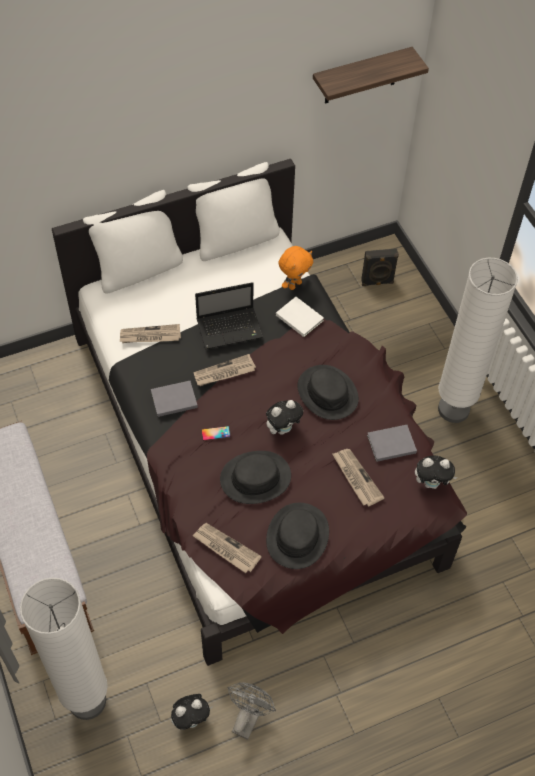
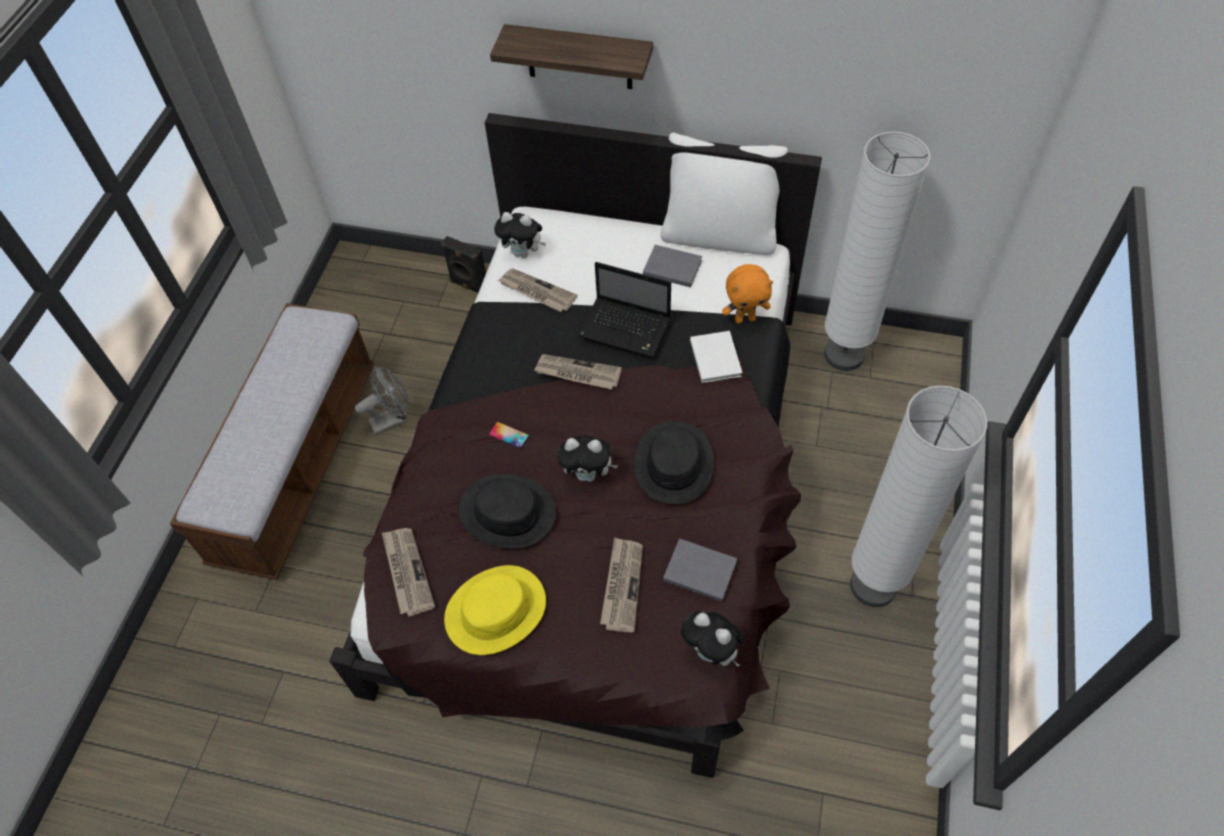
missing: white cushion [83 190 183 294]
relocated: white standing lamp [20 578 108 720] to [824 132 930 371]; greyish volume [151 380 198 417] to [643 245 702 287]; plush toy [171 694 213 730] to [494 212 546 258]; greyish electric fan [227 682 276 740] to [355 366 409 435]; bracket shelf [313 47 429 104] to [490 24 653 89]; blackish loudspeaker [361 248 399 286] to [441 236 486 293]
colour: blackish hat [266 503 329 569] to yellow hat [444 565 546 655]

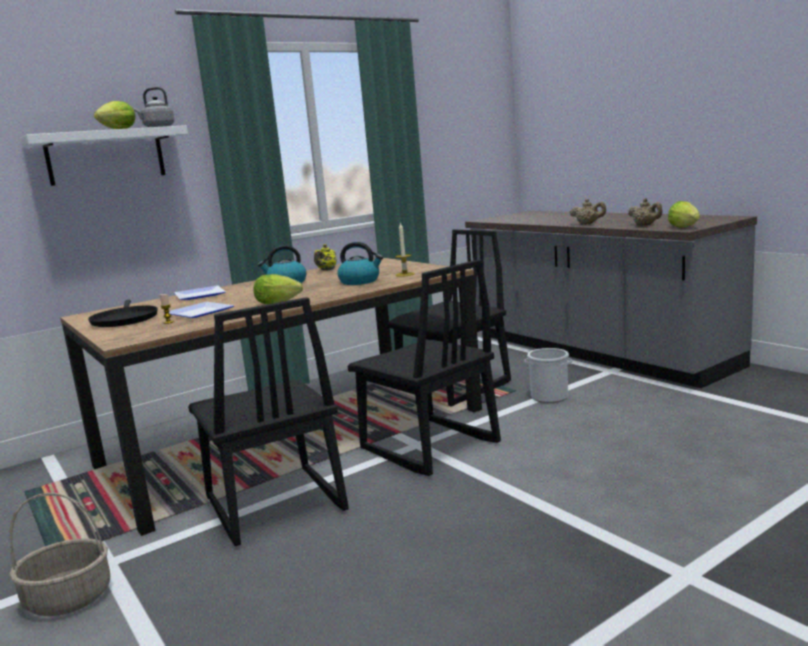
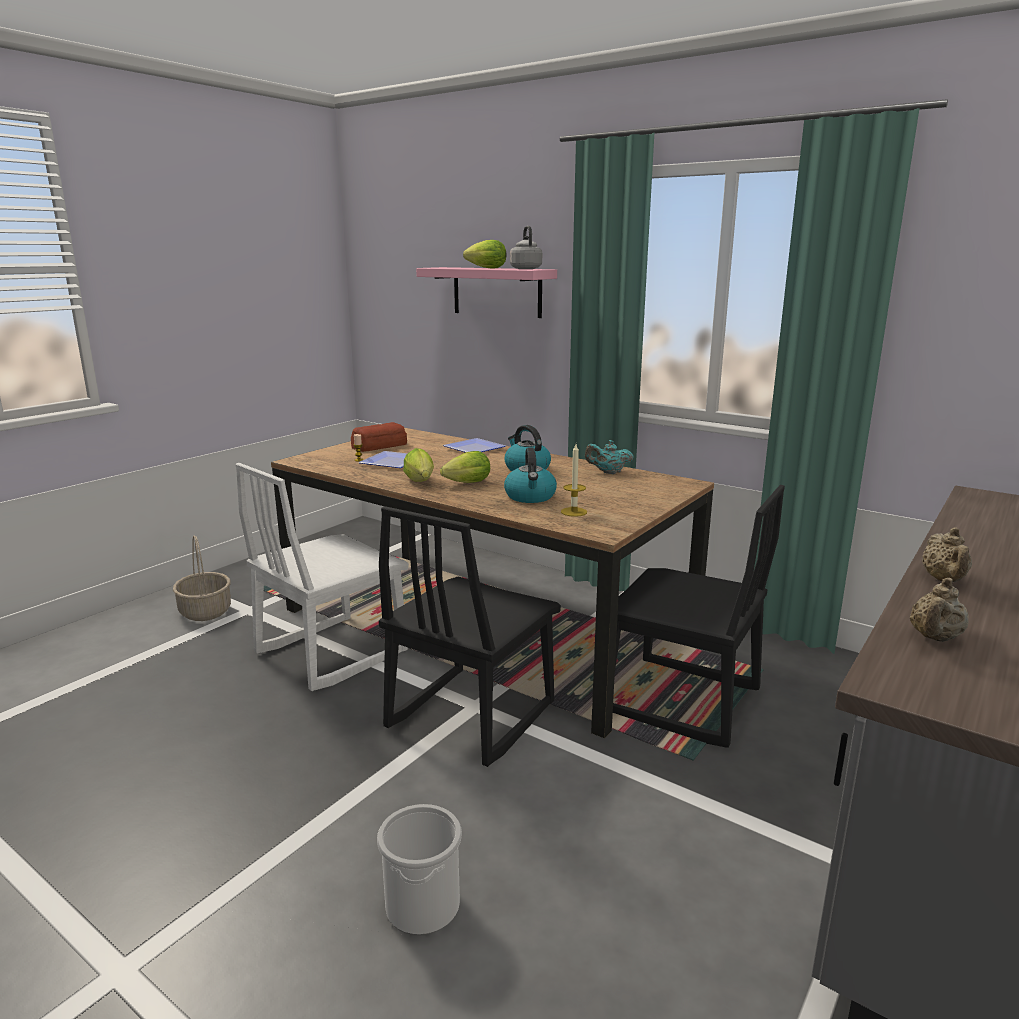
relocated: pail [524 348 572 403] to [377 804 462 935]; lettuce head [668 201 700 228] to [440 451 490 483]
exchanged: blackish skillet [88 300 158 327] to baked bread [351 422 407 452]
colour: white bracket shelf [21 125 188 186] to pink bracket shelf [416 267 557 318]; blackish chair [188 297 349 546] to white chair [235 463 409 691]; yellow pot for tea [314 244 337 270] to blue-green pot for tea [585 440 634 474]

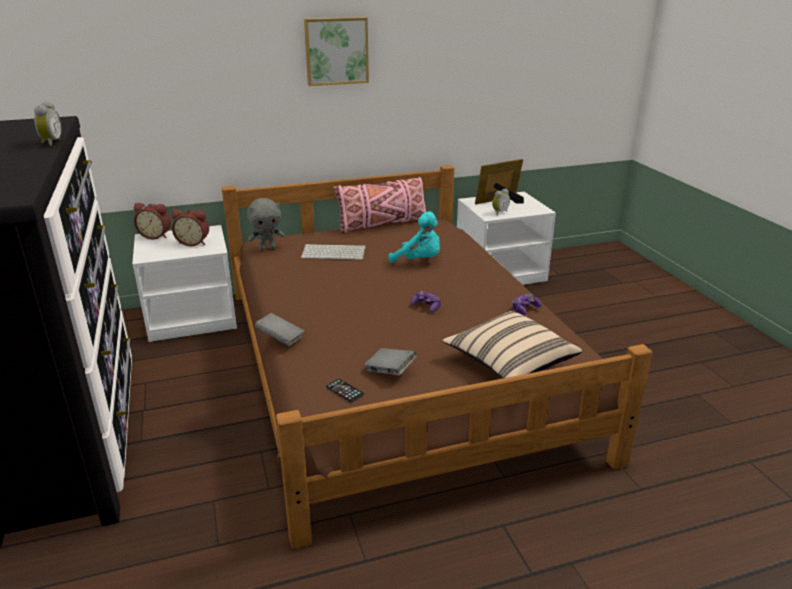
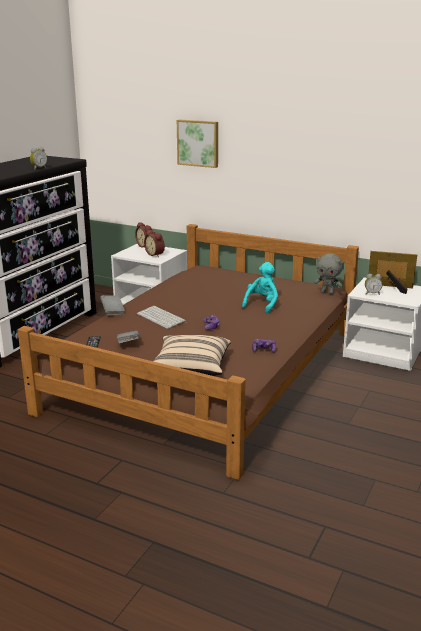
missing: pink cushion [333 177 426 233]
relocated: greyish plush toy [247 198 285 251] to [314 253 343 294]; keyboard [301 244 366 260] to [137 306 187 329]; picture [304 17 369 86] to [177 120 218 168]
spun: blue-green plush toy [388 211 440 263] = [242 262 278 313] 135 degrees counterclockwise

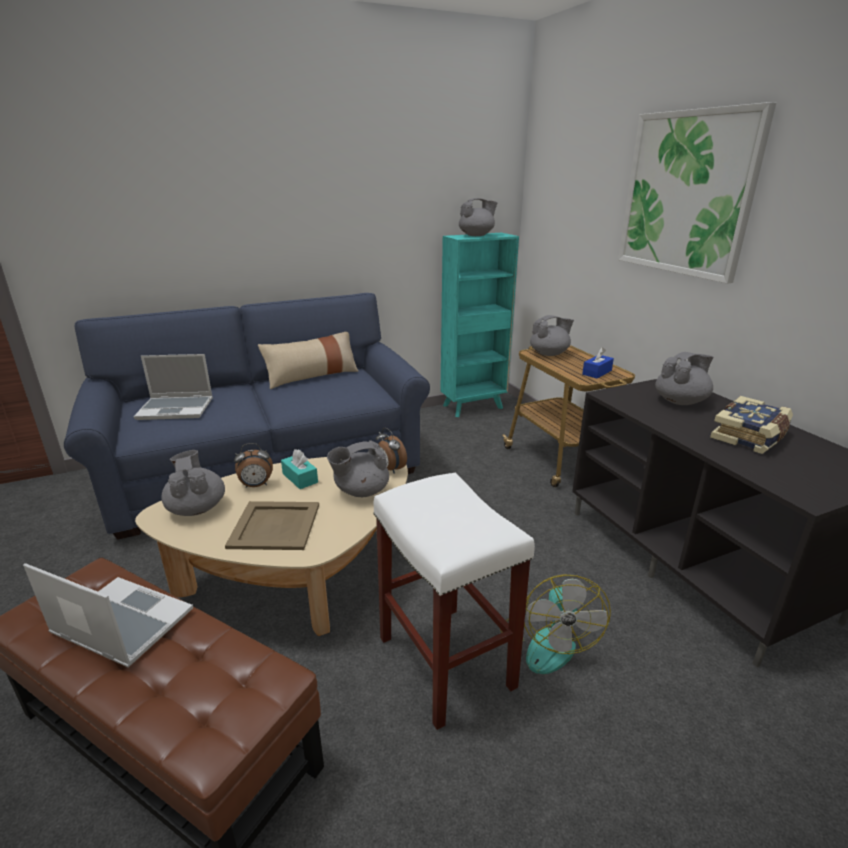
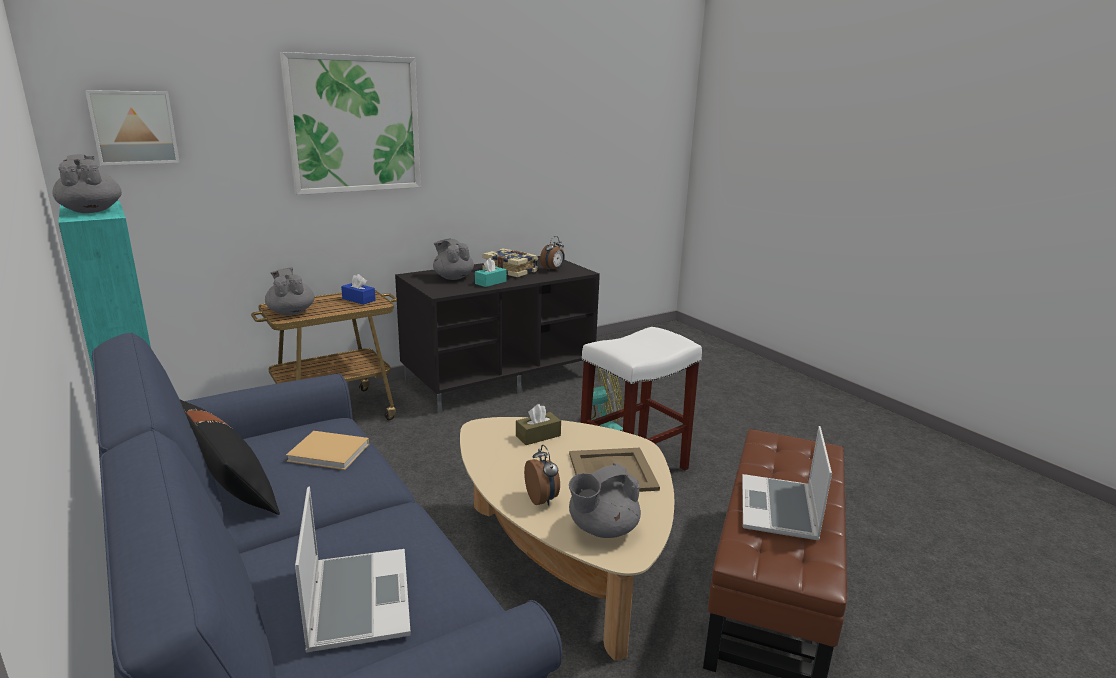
appeared: picture [85 90 180 165]; beige-coloured volume [286 431 369 470]
relocated: blue-green tissue box [281 449 318 489] to [475 258 507 287]; bedside clock [376 428 407 474] to [540 236 565 271]
exchanged: greyish pot for tea [327 440 389 497] to brown-coloured tissue box [516 404 561 445]
colour: beige-coloured cushion [258 332 359 389] to blackish cushion [179 399 280 515]

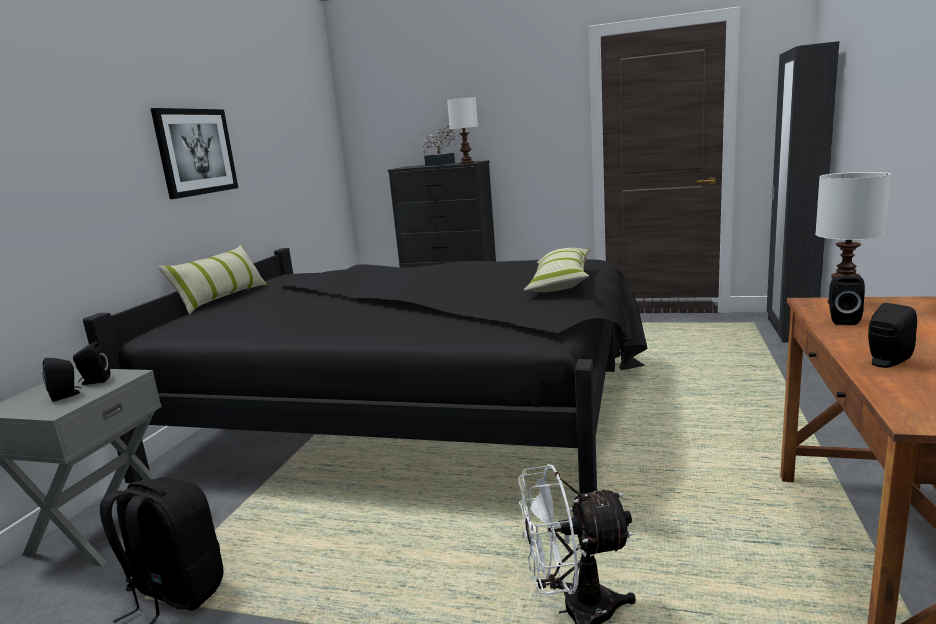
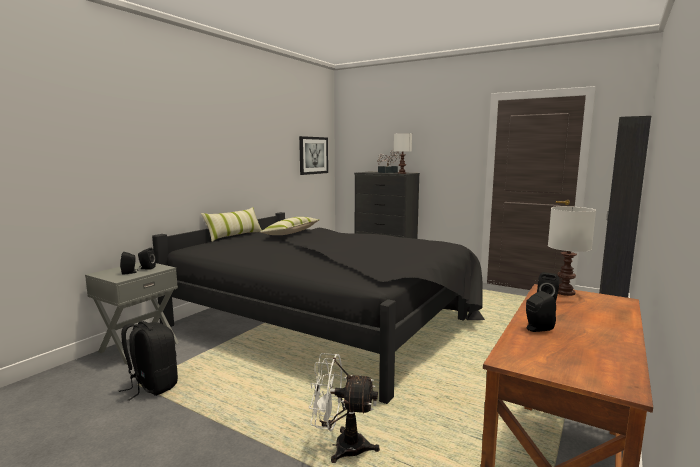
relocated: picture [150 108 238 199] to [299 136 328 175]; cushion [524 248 590 292] to [260 217 319 235]

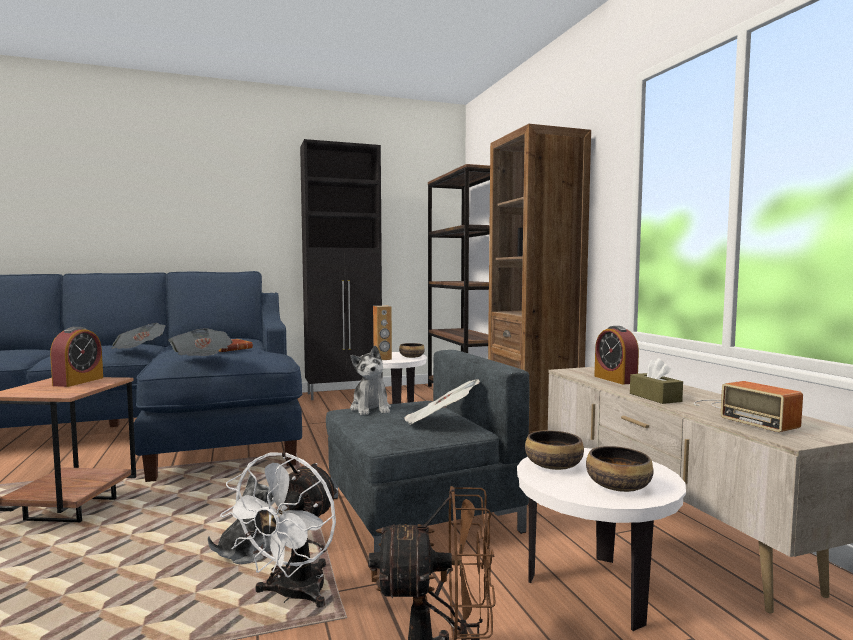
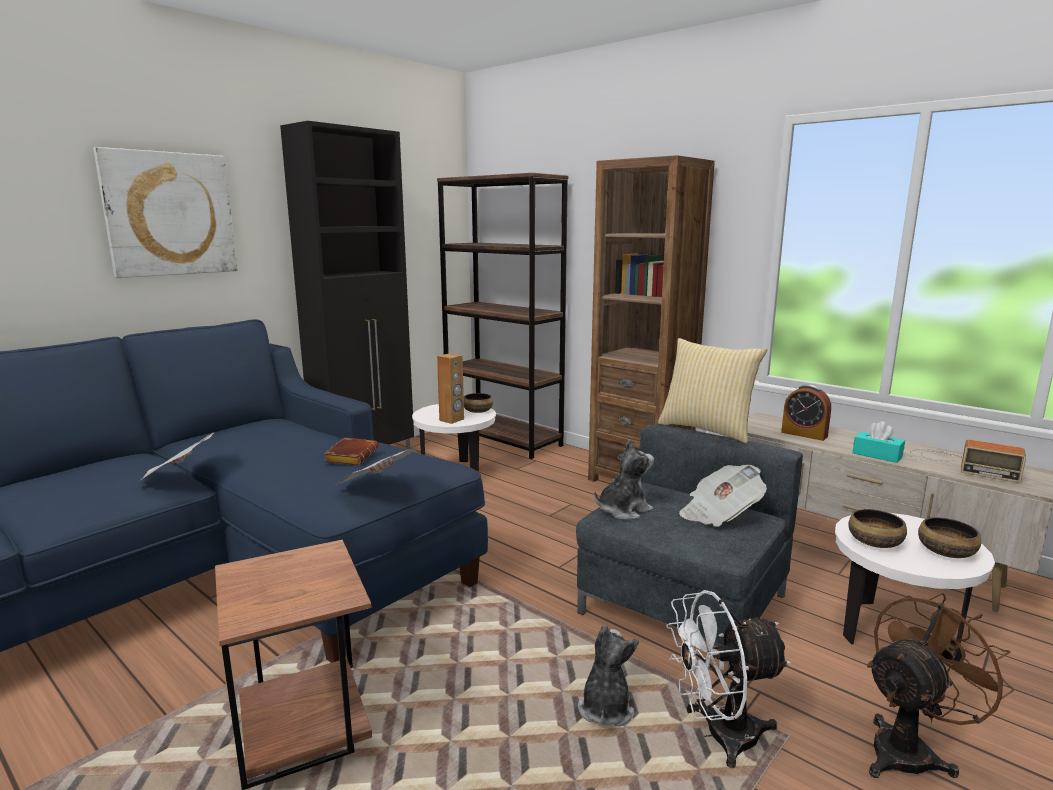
missing: bedside clock [50 327 103 387]
appeared: picture [93 147 237 278]; cushion [658 338 767 443]
colour: brown-coloured tissue box [630 358 683 404] to blue-green tissue box [853 421 905 463]
spun: white electric fan [220 452 338 607] = [666 590 791 768] 90 degrees clockwise; plush toy [350 345 391 415] = [594 439 654 520] 75 degrees counterclockwise

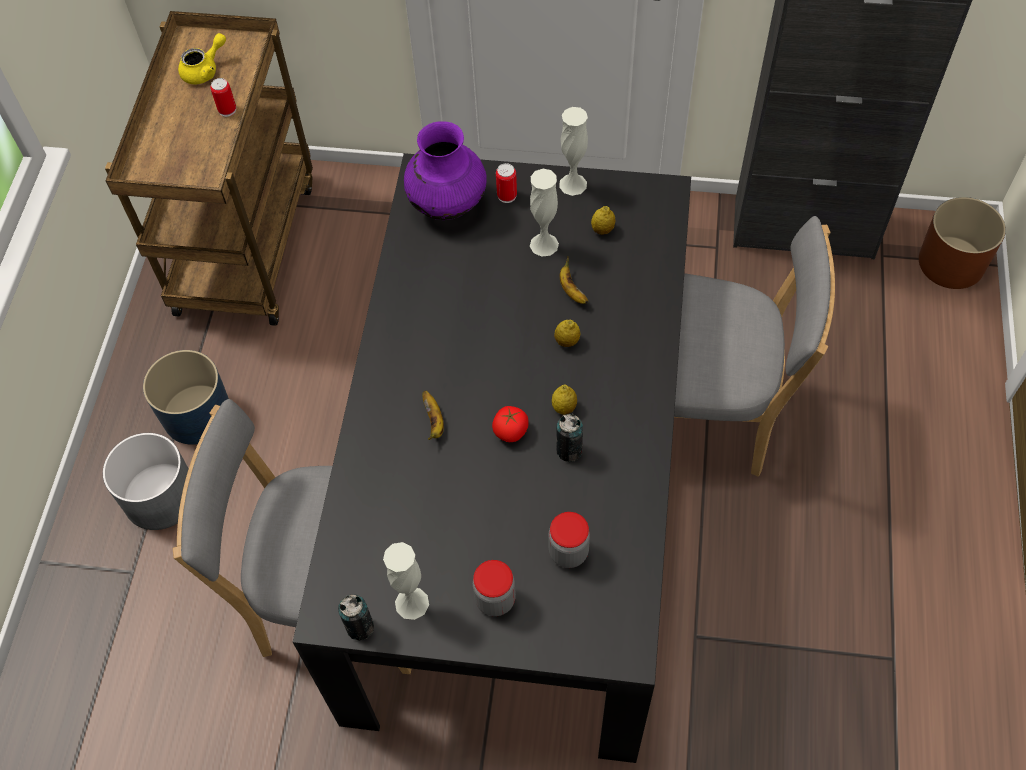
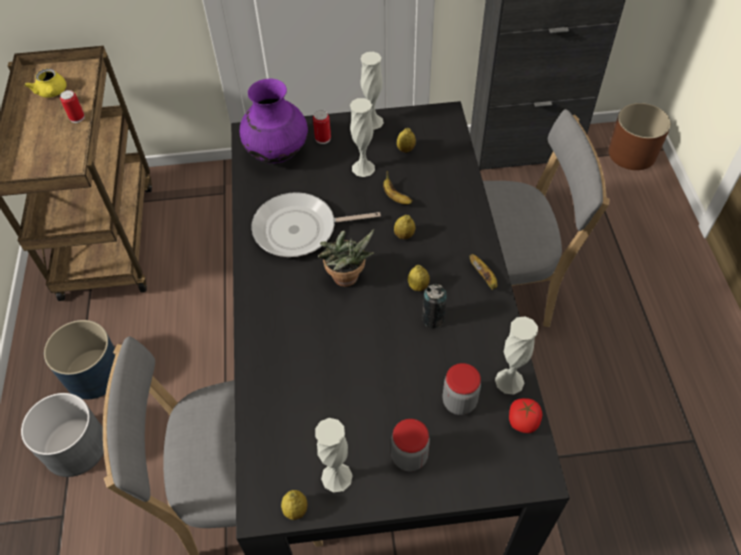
appeared: skillet [251 192 381 257]; potted plant [318 229 374 287]; white flower vase [495 316 538 395]
relocated: banana fruit [422 391 444 440] to [469 254 498 290]; whole tomato [492 406 529 442] to [509 398 542 433]
exchanged: metal can [338 594 374 641] to citrus fruit [281 490 308 520]
spun: yellow pot for tea [178 33 226 85] = [24 69 66 98] 120 degrees clockwise

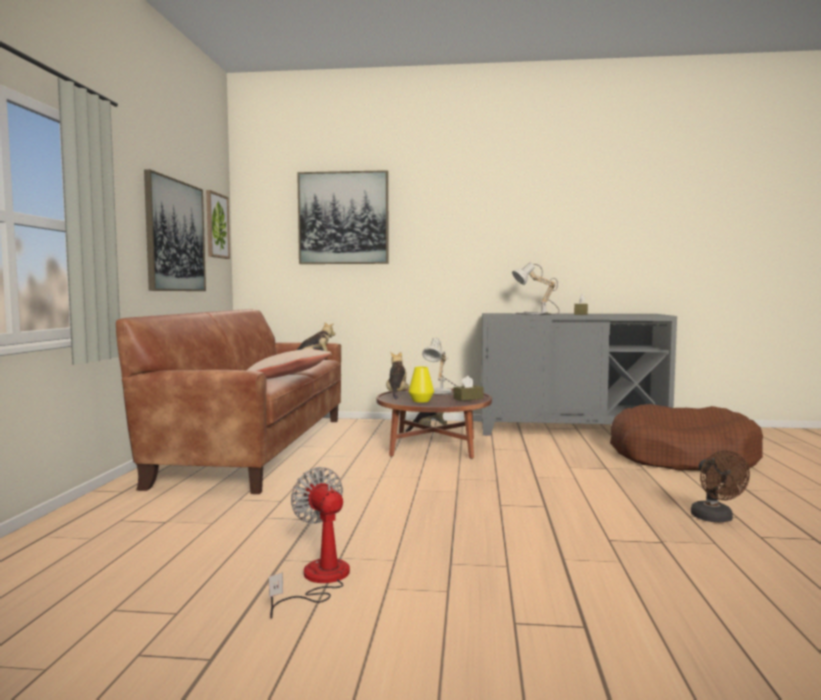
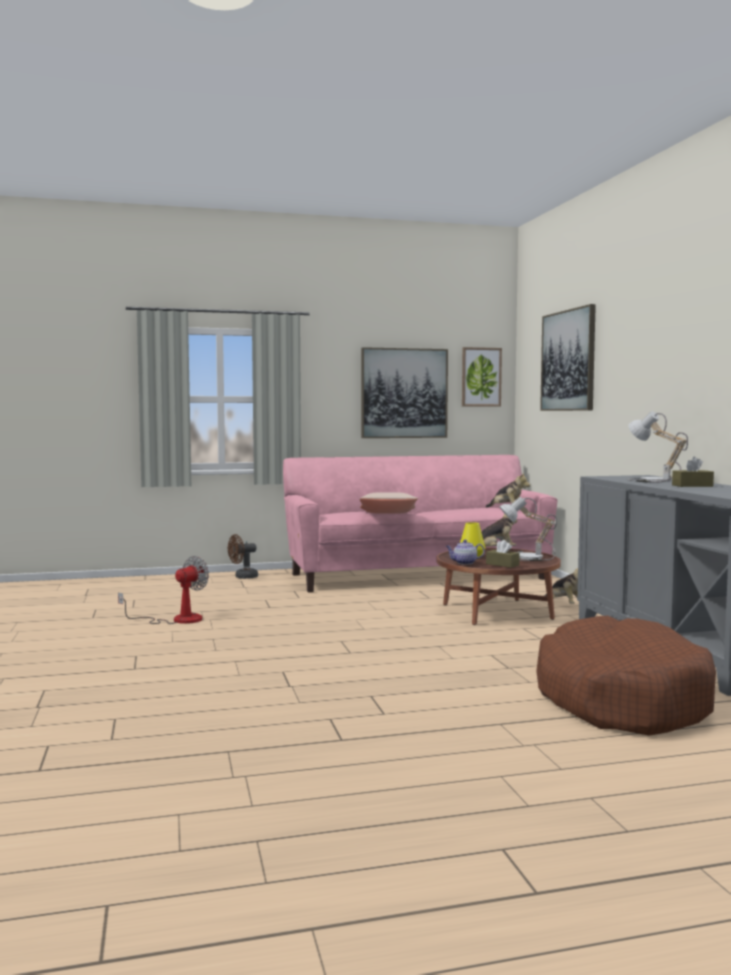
appeared: pot for tea [446 540 485 565]
relocated: brown-coloured electric fan [691 450 750 522] to [228 534 258 579]
colour: brown-coloured settee [116 309 341 494] to pink settee [283 455 557 593]

